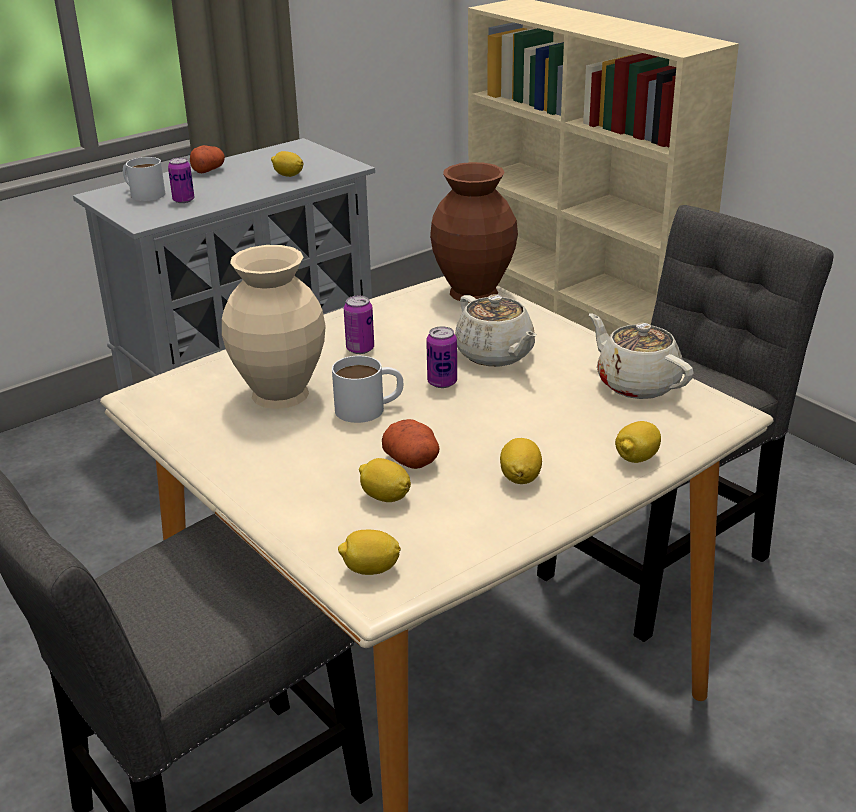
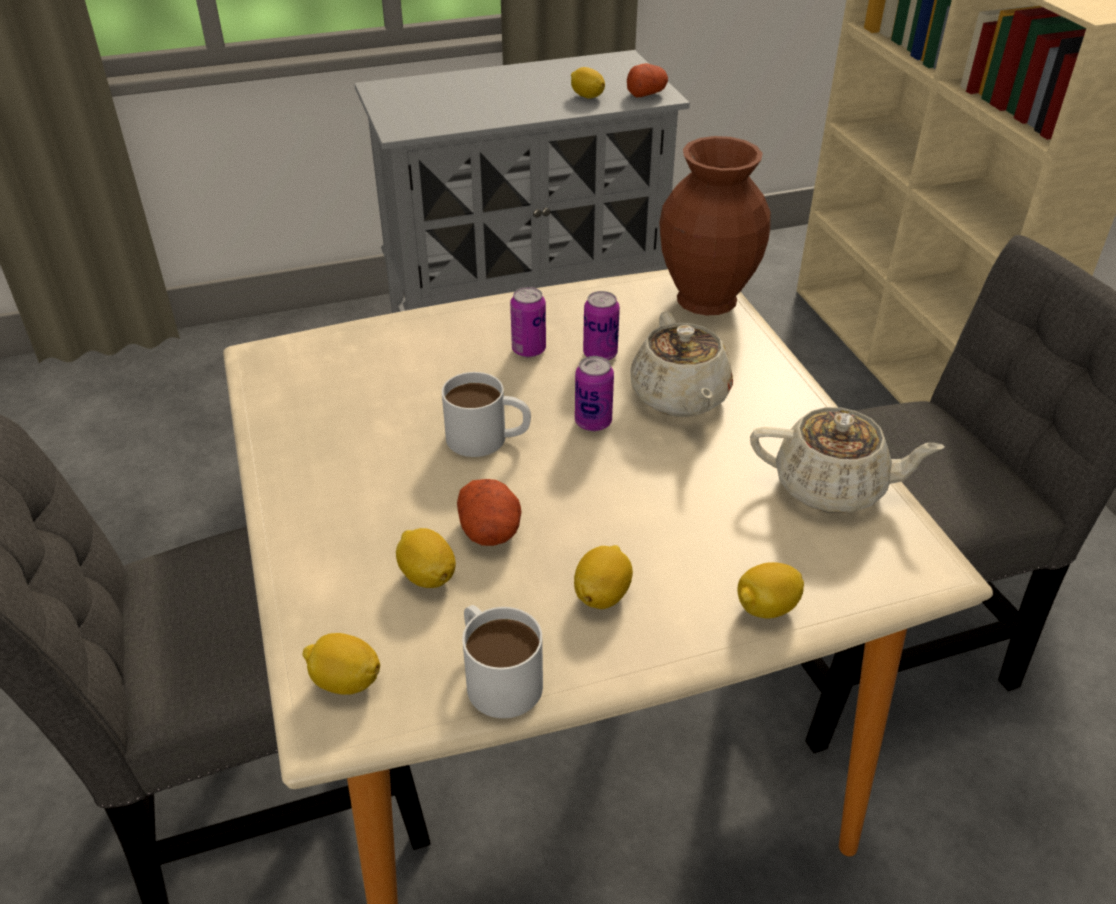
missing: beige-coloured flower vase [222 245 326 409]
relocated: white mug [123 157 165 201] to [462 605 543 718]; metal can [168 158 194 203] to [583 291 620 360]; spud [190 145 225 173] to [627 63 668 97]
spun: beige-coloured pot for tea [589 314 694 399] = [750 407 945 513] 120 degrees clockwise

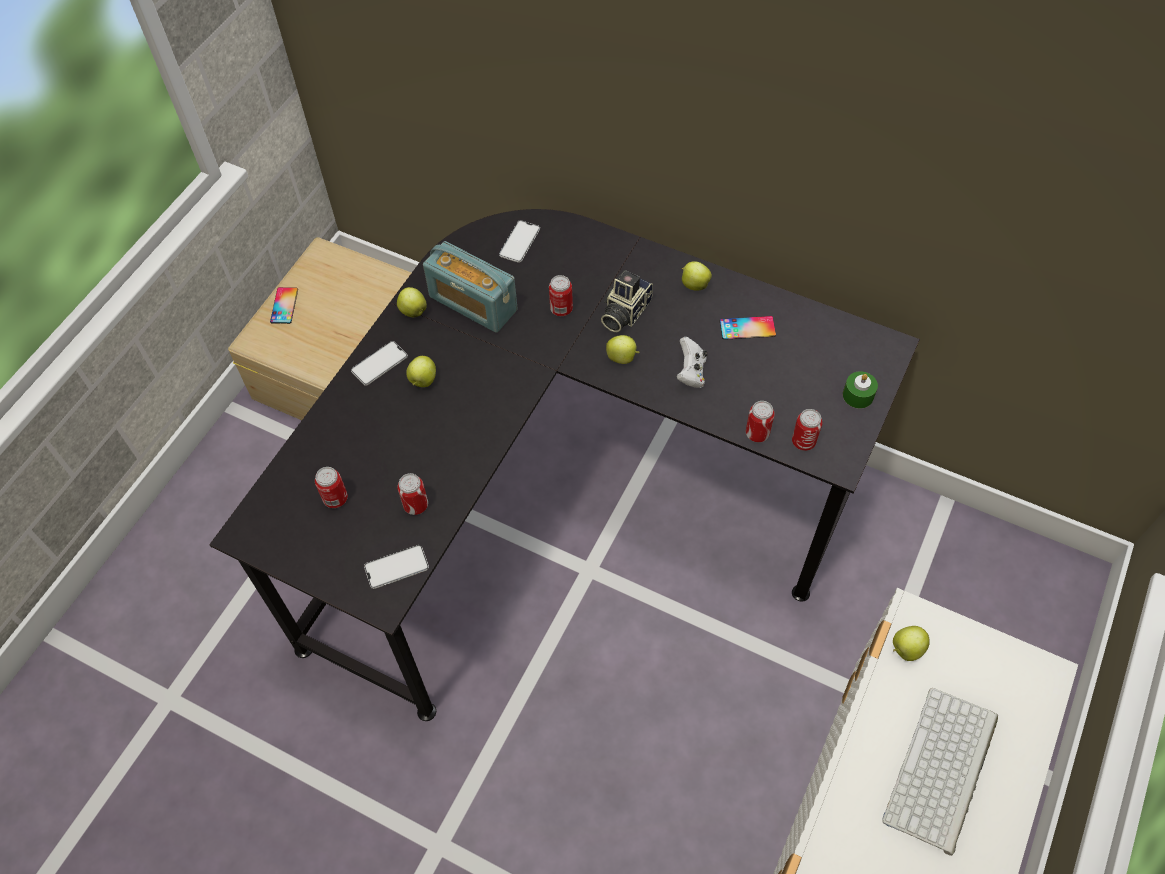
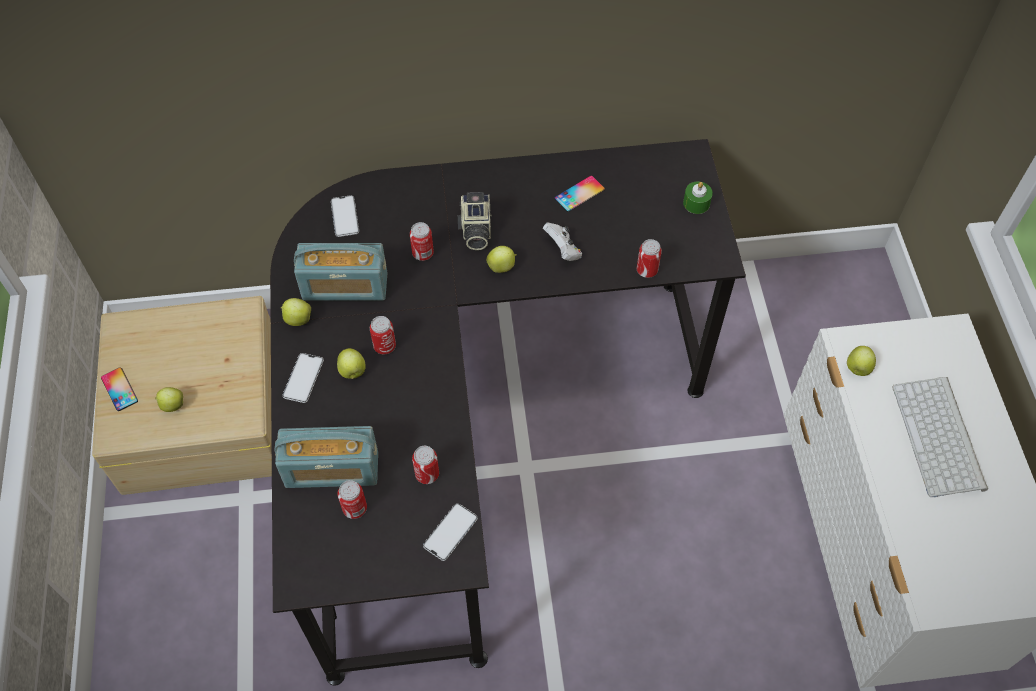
appeared: radio set [275 426 378 488]
relocated: apple fruit [682 261 712 291] to [155 387 183 412]; metal can [792 409 822 451] to [370 316 396 355]

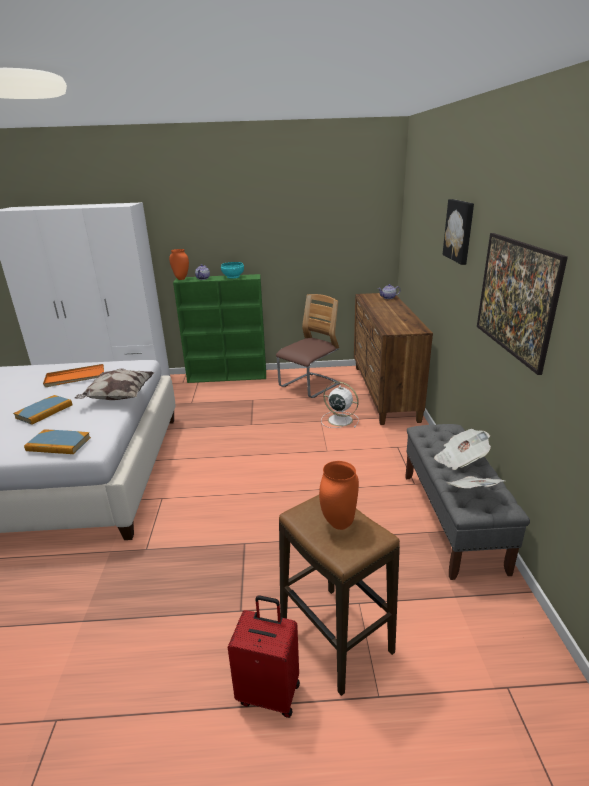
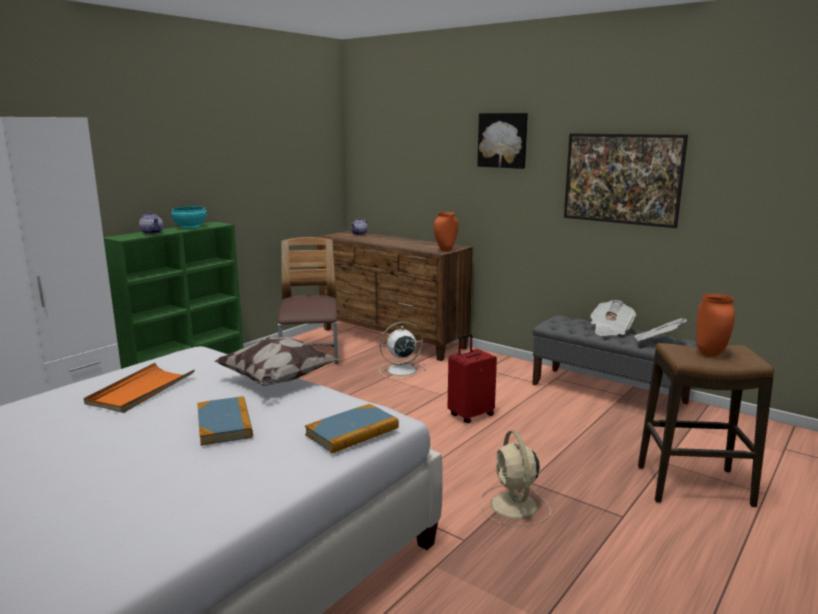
appeared: beige-coloured electric fan [481 431 551 526]
relocated: orange flower vase [169 249 189 280] to [434 212 458 252]; red-coloured suitcase [228 595 300 718] to [448 334 497 424]

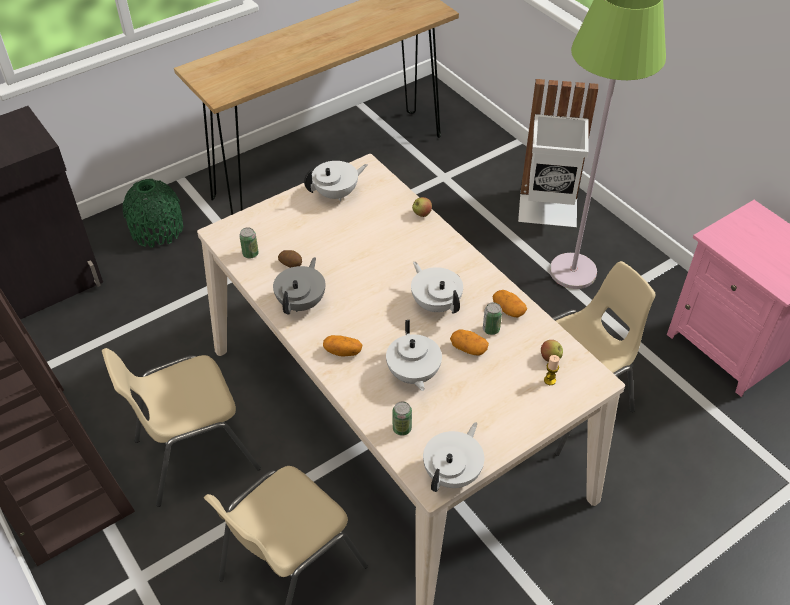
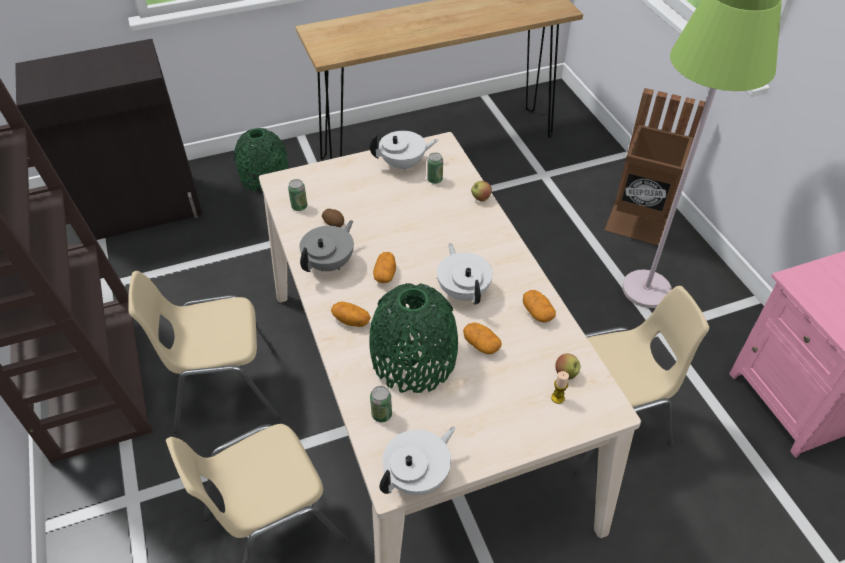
appeared: spud [373 252 396 283]
relocated: metal can [483 302 502 335] to [427 153 443 184]
exchanged: white pot for tea [386 320 442 391] to greenish flower vase [369 283 458 393]
colour: white trash can [518 79 598 227] to brown-coloured trash can [605 88 706 245]

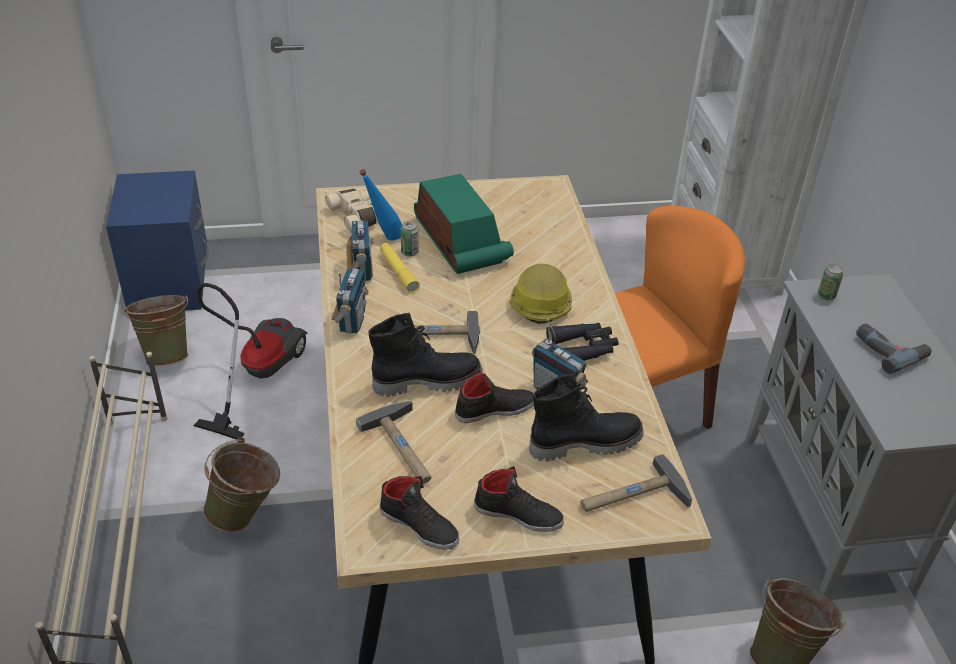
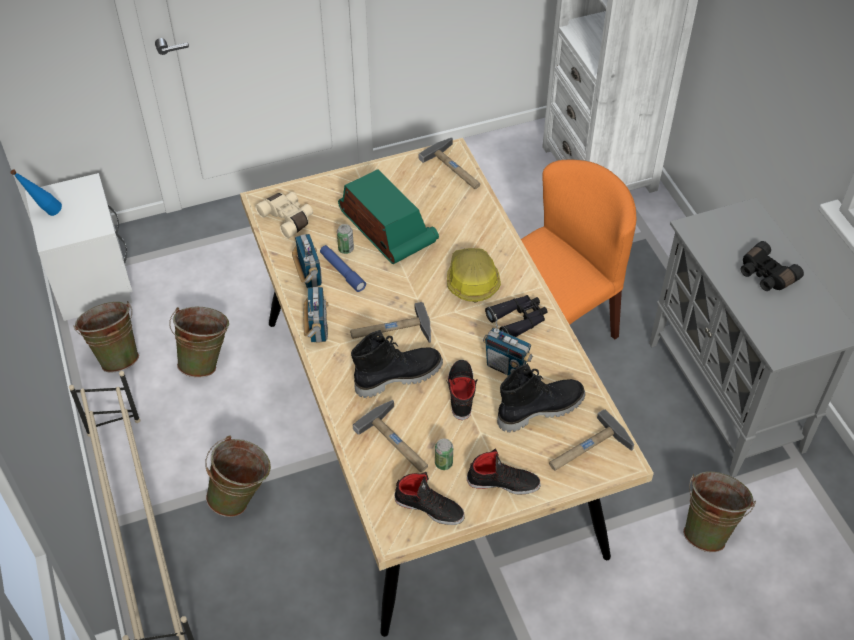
appeared: hammer [418 137 480 189]
relocated: bluish beverage bottle [359 169 402 241] to [11 169 62 216]; metal can [818 264 843 300] to [435 439 453 470]
exchanged: hoover [194 283 308 440] to greenish pail [169 307 229 377]; electric drill [856 323 932 374] to blackish binoculars [741 241 804 291]
colour: bluish night table [106 170 209 311] to white night table [25 173 133 321]; yellow flashlight [380 243 420 293] to bluish flashlight [320 245 366 292]
spun: blackish low shoe [455 370 534 423] = [446 360 478 420] 60 degrees counterclockwise

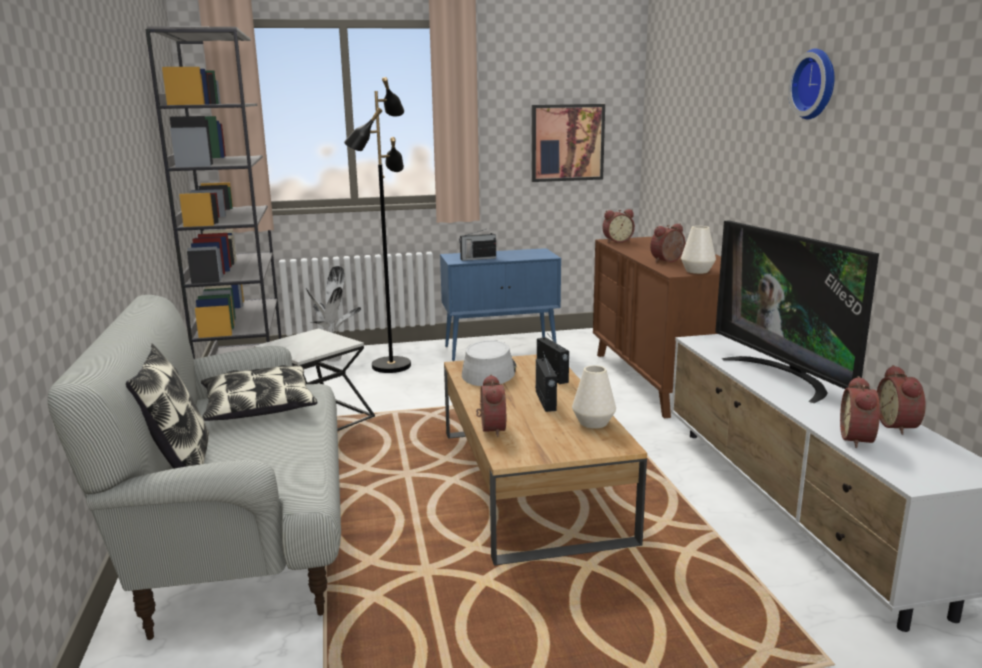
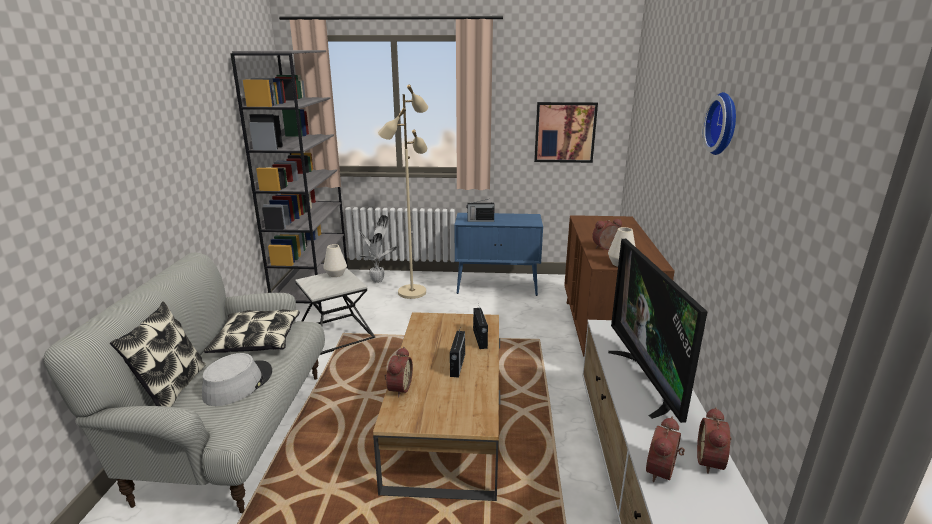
missing: bedside clock [603 209 635 243]
relocated: greyish hat [462 340 516 386] to [202 353 272 406]; white flower vase [572 365 616 429] to [323 244 347 277]
colour: blackish standing lamp [344 77 411 373] to beige-coloured standing lamp [378 84 428 299]

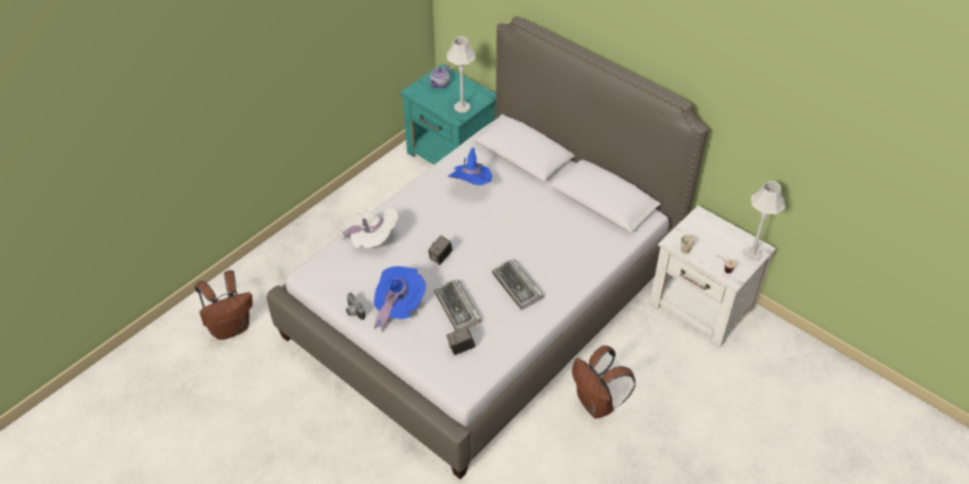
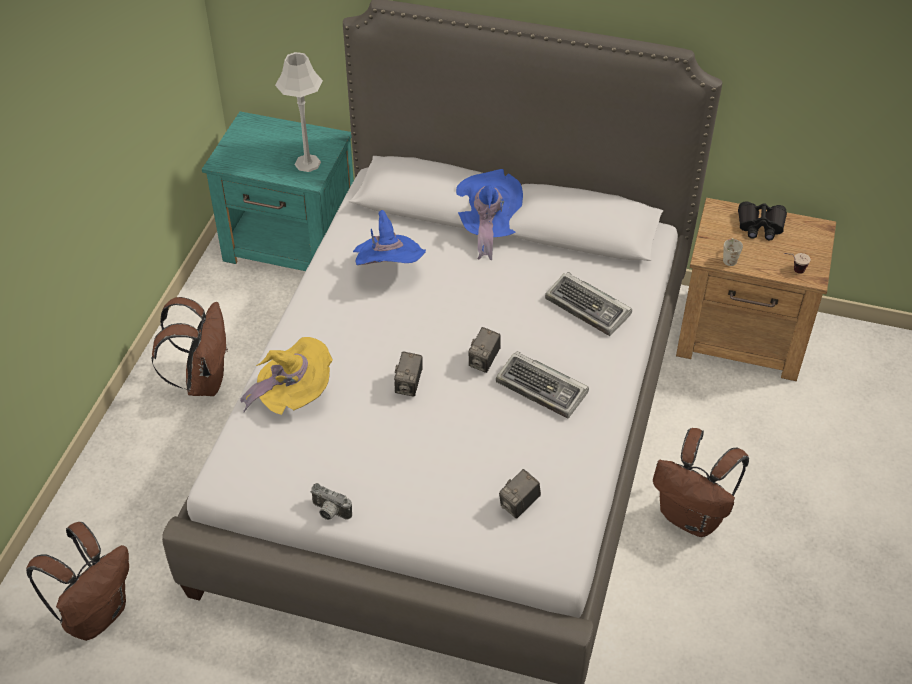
missing: pot for tea [429 65 450 89]; greyish tabletop lamp [743 181 786 261]
appeared: brown-coloured rucksack [151 297 228 396]; photo camera [469 327 501 373]; blackish binoculars [738 202 787 240]
relocated: bluish hat [374 266 426 332] to [456 169 523 260]; keyboard [434 280 481 330] to [545 272 632 336]
colour: white hat [341 208 399 248] to yellow hat [240 337 333 415]; white night table [649 205 776 347] to brown-coloured night table [676 198 836 381]

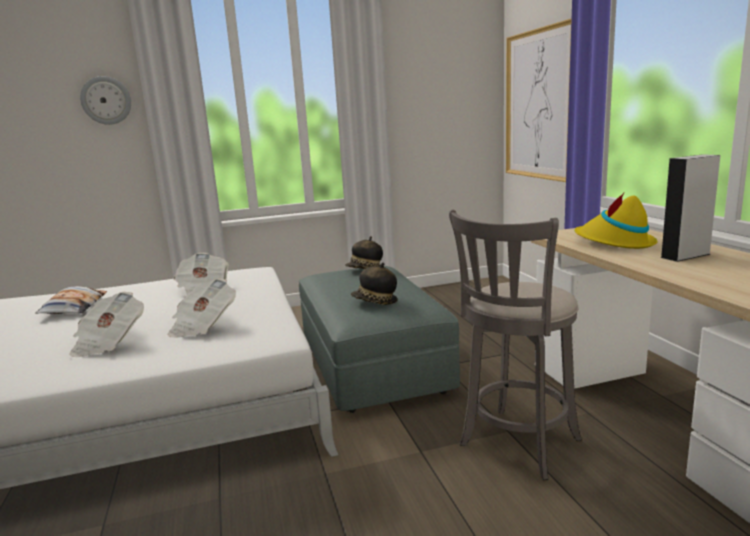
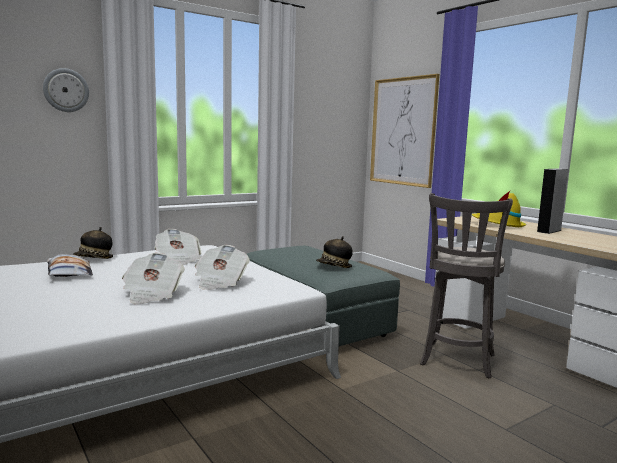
relocated: hat [345 236 384 269] to [73 227 113 259]

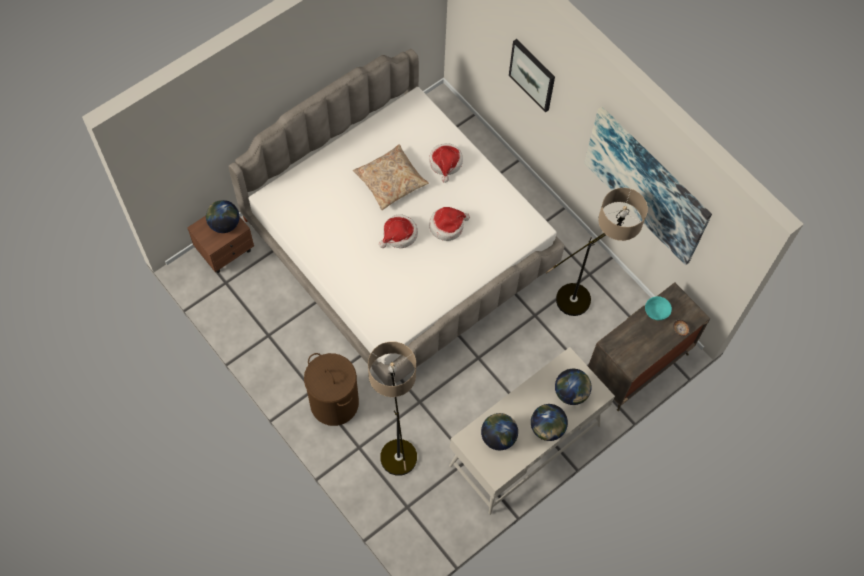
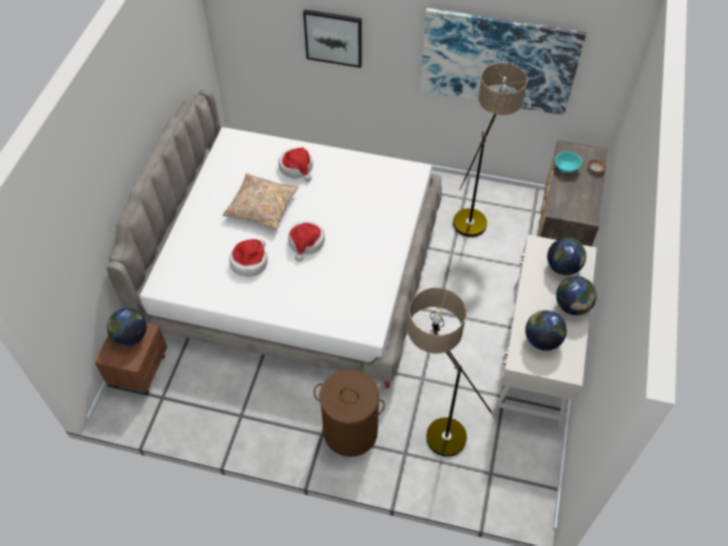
relocated: hat [429 207 470 241] to [229 239 268 277]

